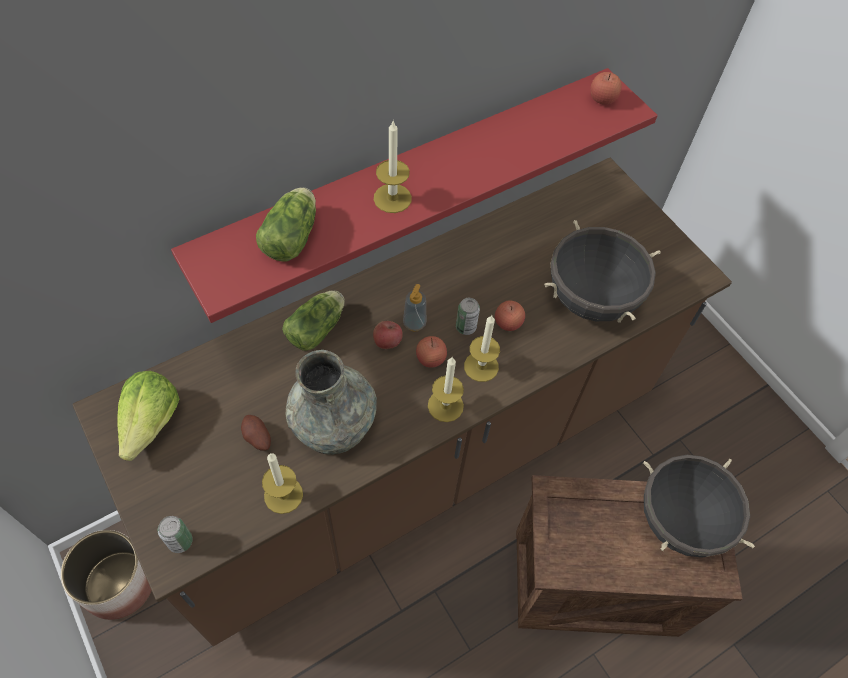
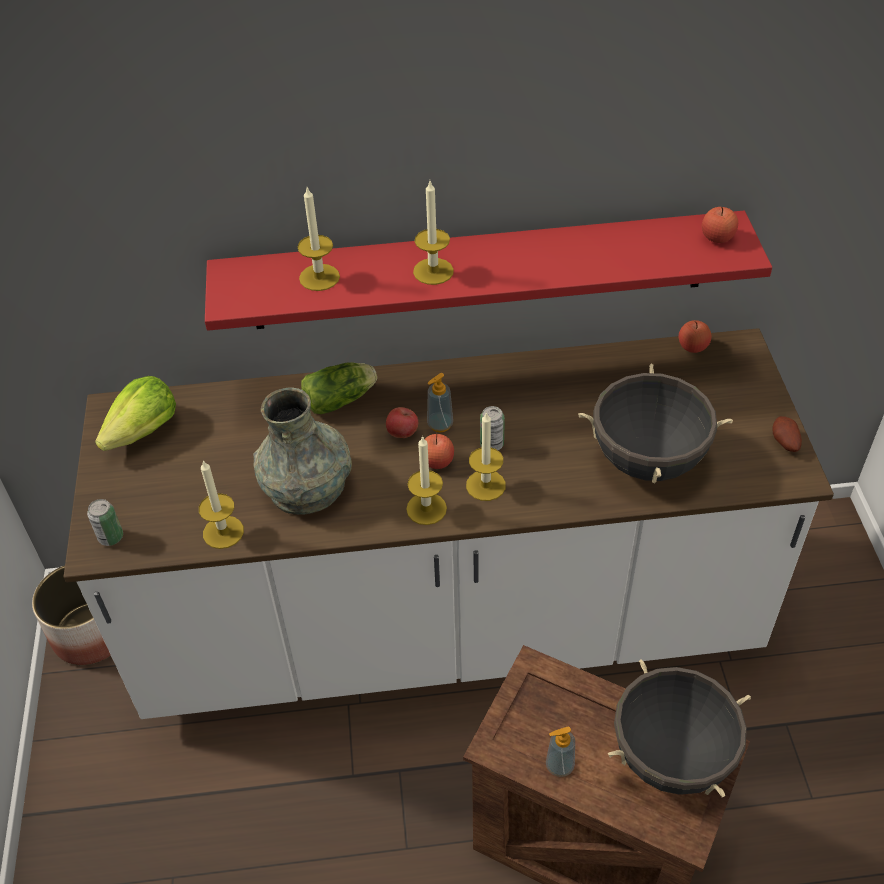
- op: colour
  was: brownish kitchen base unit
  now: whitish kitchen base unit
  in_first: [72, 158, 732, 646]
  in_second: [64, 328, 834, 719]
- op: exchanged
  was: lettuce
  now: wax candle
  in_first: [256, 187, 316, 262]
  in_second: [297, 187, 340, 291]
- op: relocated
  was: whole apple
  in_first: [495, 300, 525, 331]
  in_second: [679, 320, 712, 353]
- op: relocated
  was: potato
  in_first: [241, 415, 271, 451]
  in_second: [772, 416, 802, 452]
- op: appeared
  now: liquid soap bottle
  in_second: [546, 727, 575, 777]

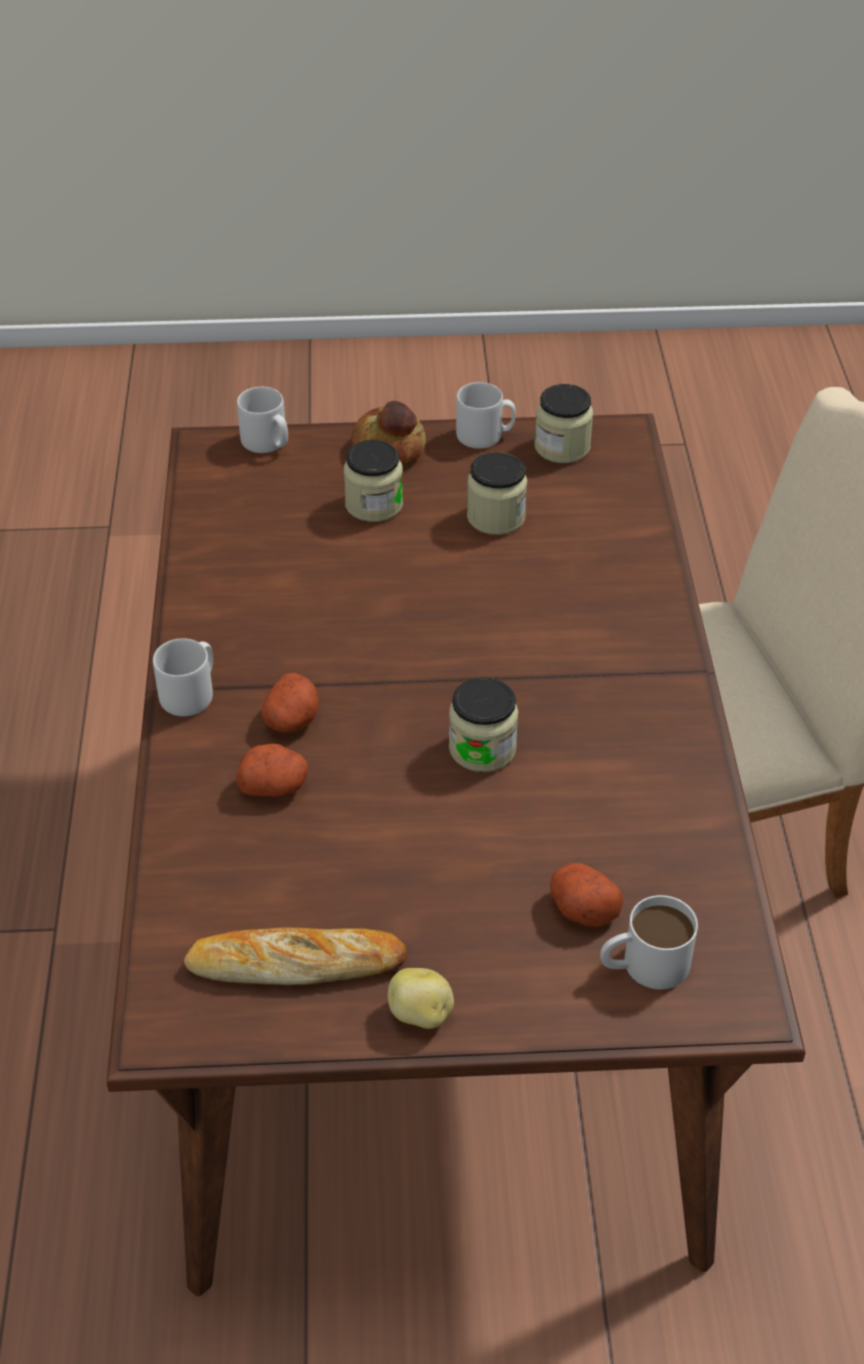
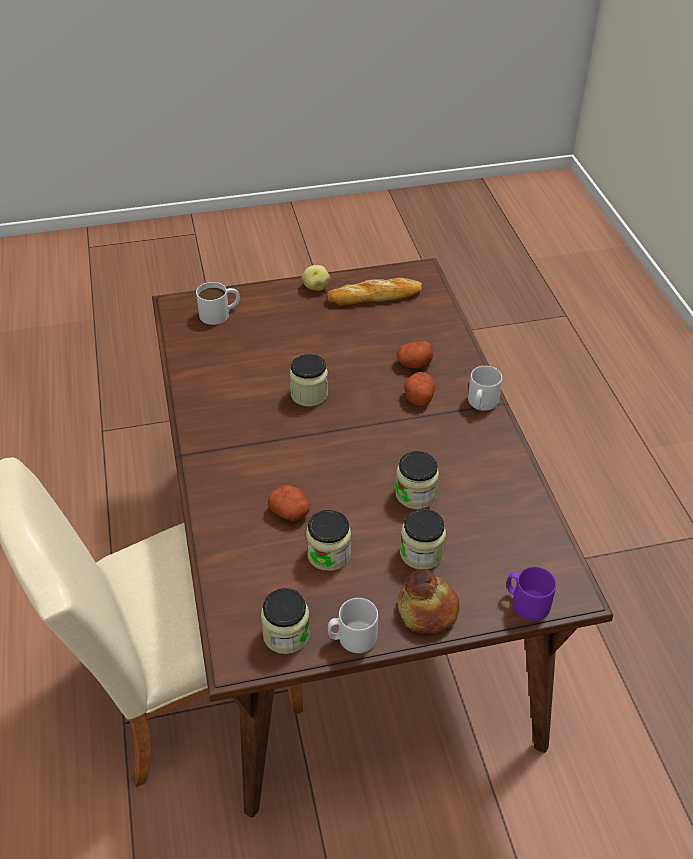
- op: colour
  was: greyish mug
  now: purplish mug
  in_first: [237, 387, 288, 453]
  in_second: [507, 567, 556, 621]
- op: relocated
  was: potato
  in_first: [550, 863, 623, 927]
  in_second: [268, 485, 310, 521]
- op: appeared
  now: preserve jar
  in_second: [395, 451, 439, 509]

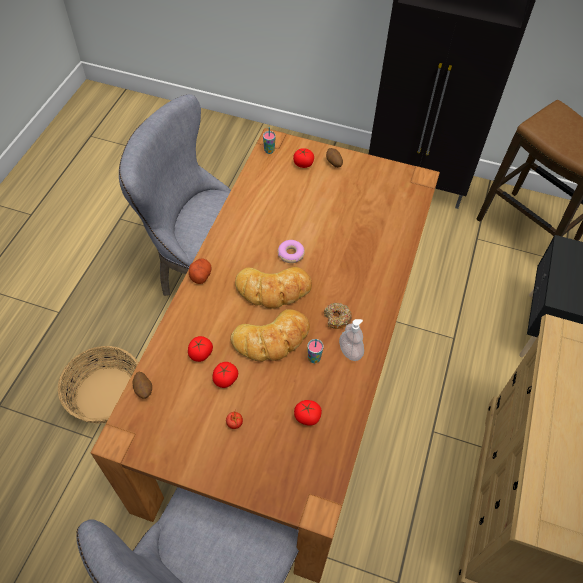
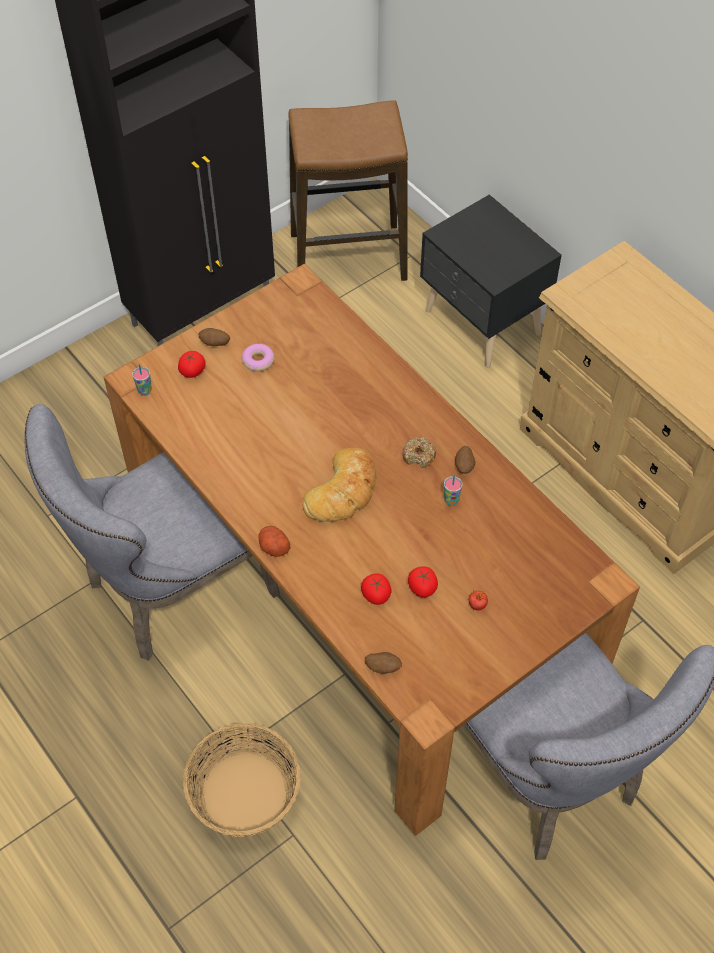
- op: relocated
  was: donut
  in_first: [278, 240, 305, 263]
  in_second: [241, 344, 274, 372]
- op: missing
  was: baked bread
  in_first: [230, 309, 310, 362]
- op: exchanged
  was: liquid soap bottle
  now: potato
  in_first: [339, 319, 364, 361]
  in_second: [455, 446, 475, 474]
- op: missing
  was: whole tomato
  in_first: [294, 400, 322, 426]

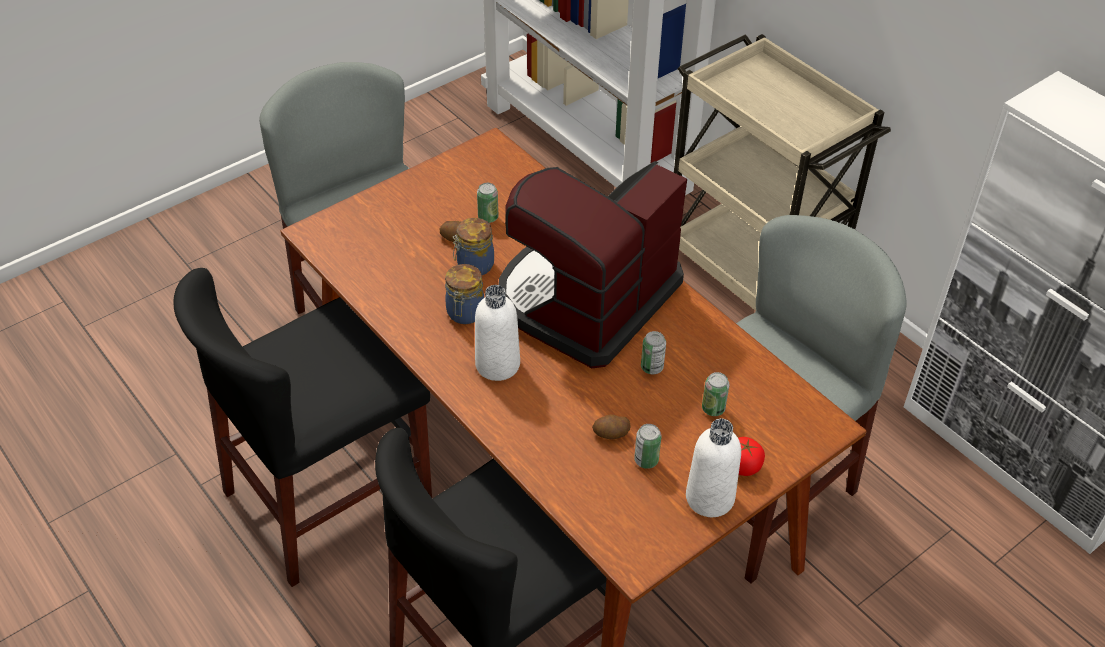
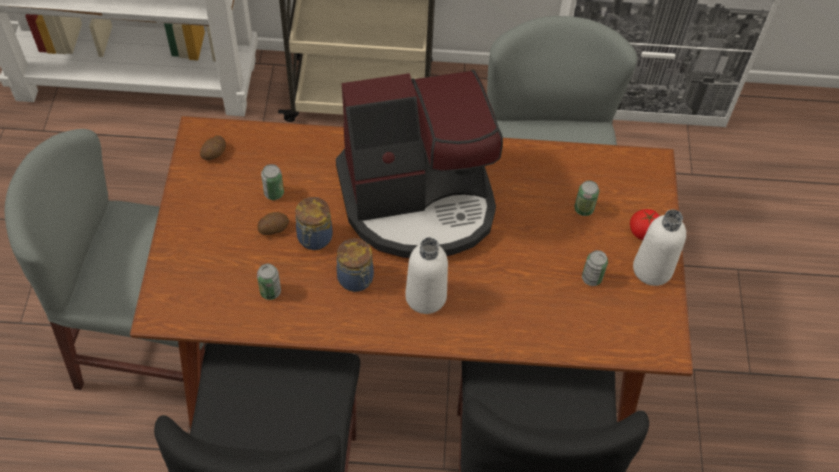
- op: spun
  was: coffee brewer
  in_first: [499, 161, 687, 368]
  in_second: [336, 70, 503, 258]
  clockwise: -90
- op: relocated
  was: metal can
  in_first: [641, 331, 666, 374]
  in_second: [257, 264, 281, 300]
- op: relocated
  was: potato
  in_first: [592, 415, 630, 439]
  in_second: [200, 135, 226, 160]

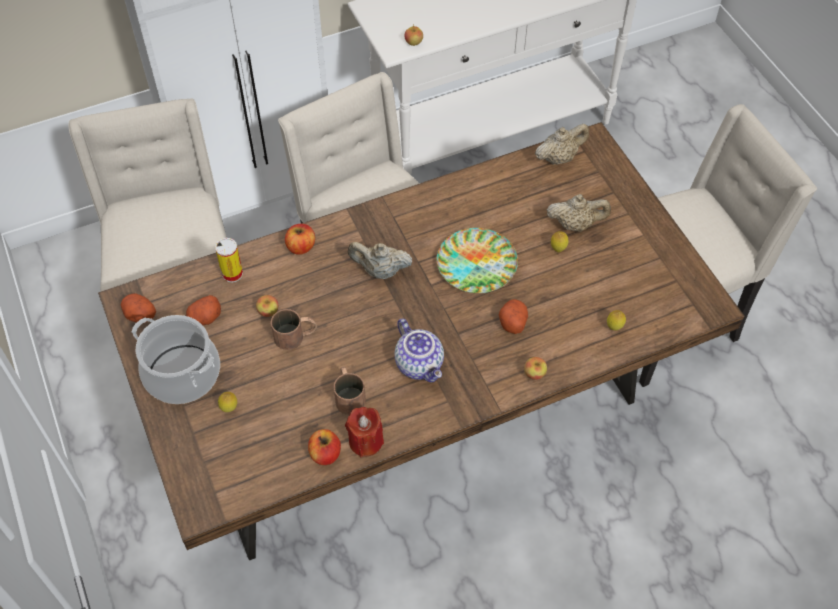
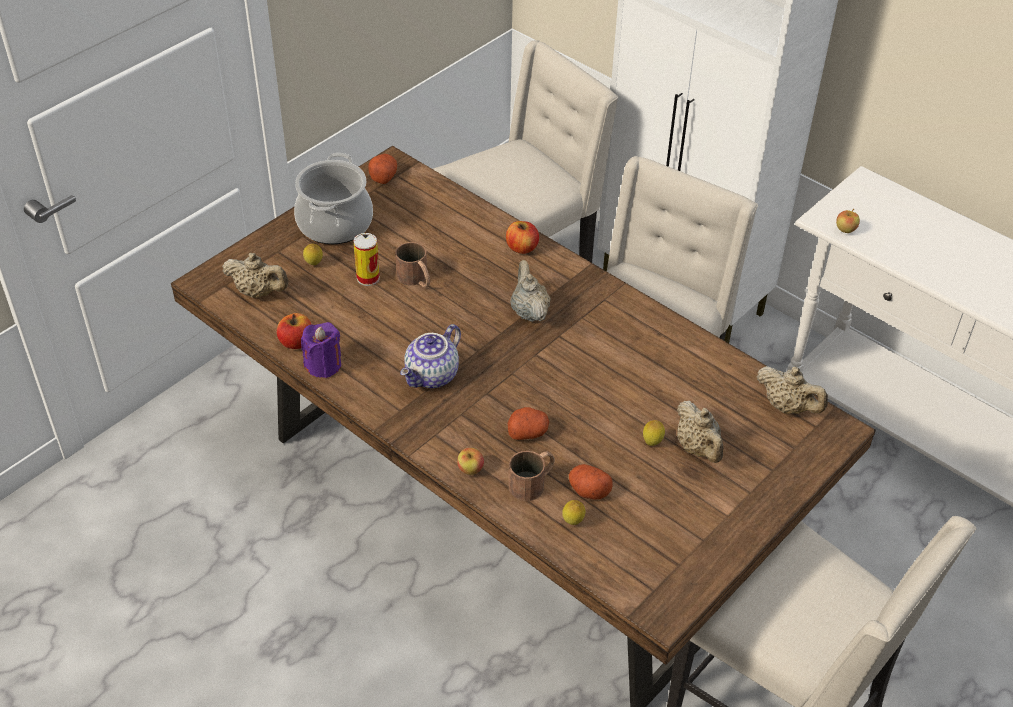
- op: missing
  was: plate
  in_first: [437, 228, 518, 293]
- op: relocated
  was: metal can
  in_first: [215, 238, 243, 283]
  in_second: [353, 233, 380, 286]
- op: relocated
  was: potato
  in_first: [186, 295, 221, 325]
  in_second: [569, 464, 612, 499]
- op: missing
  was: whole apple
  in_first: [256, 295, 278, 317]
- op: relocated
  was: brownish mug
  in_first: [334, 366, 366, 415]
  in_second: [508, 451, 555, 501]
- op: colour
  was: reddish wax candle
  now: purplish wax candle
  in_first: [345, 407, 384, 457]
  in_second: [301, 322, 341, 378]
- op: appeared
  now: beige-coloured tea pot
  in_second: [222, 253, 288, 298]

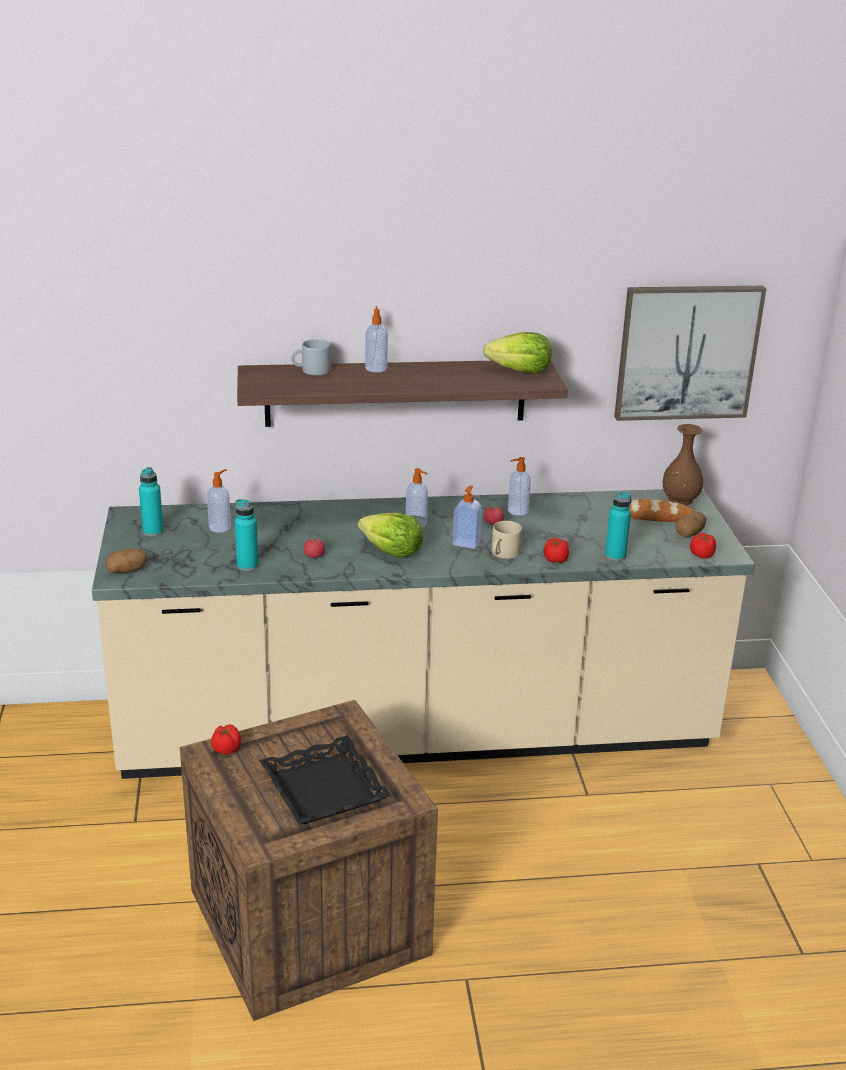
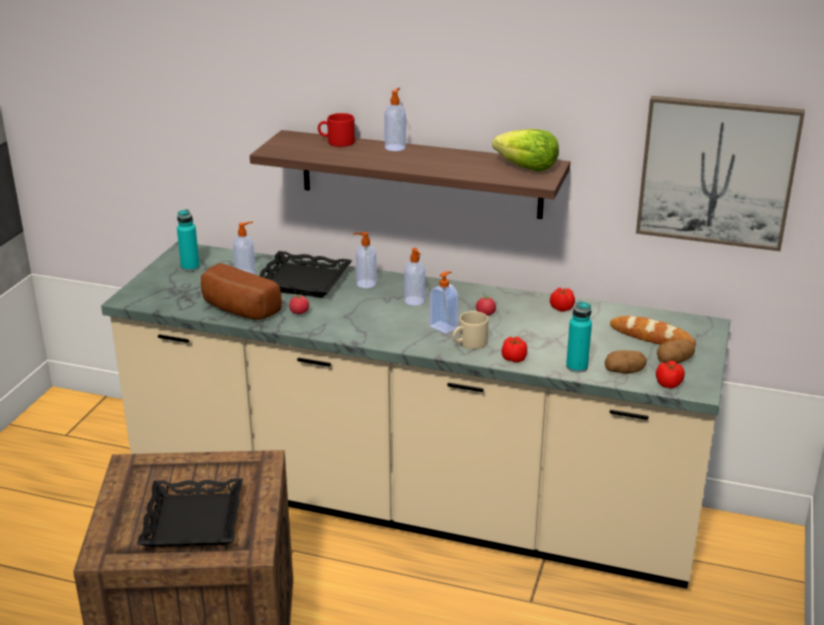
- op: colour
  was: greyish mug
  now: reddish mug
  in_first: [291, 339, 331, 375]
  in_second: [318, 113, 355, 147]
- op: missing
  was: brownish flower vase
  in_first: [663, 424, 703, 505]
- op: relocated
  was: liquid soap bottle
  in_first: [508, 457, 531, 516]
  in_second: [353, 232, 377, 288]
- op: exchanged
  was: turquoise drink bottle
  now: baked bread
  in_first: [235, 499, 259, 571]
  in_second: [201, 263, 282, 320]
- op: missing
  was: lettuce
  in_first: [358, 513, 423, 558]
- op: relocated
  was: potato
  in_first: [105, 548, 147, 573]
  in_second: [605, 350, 646, 374]
- op: relocated
  was: whole tomato
  in_first: [211, 724, 241, 755]
  in_second: [550, 288, 575, 311]
- op: appeared
  now: blackish serving tray
  in_second: [260, 251, 352, 298]

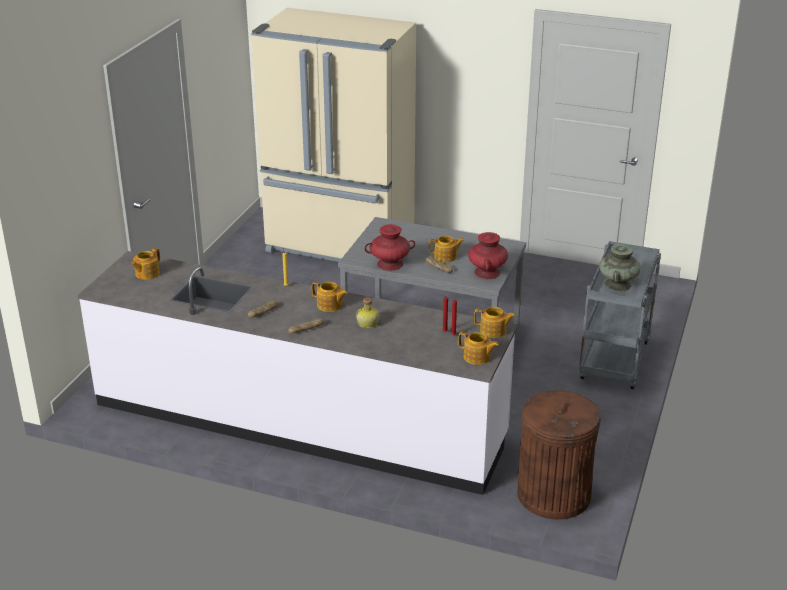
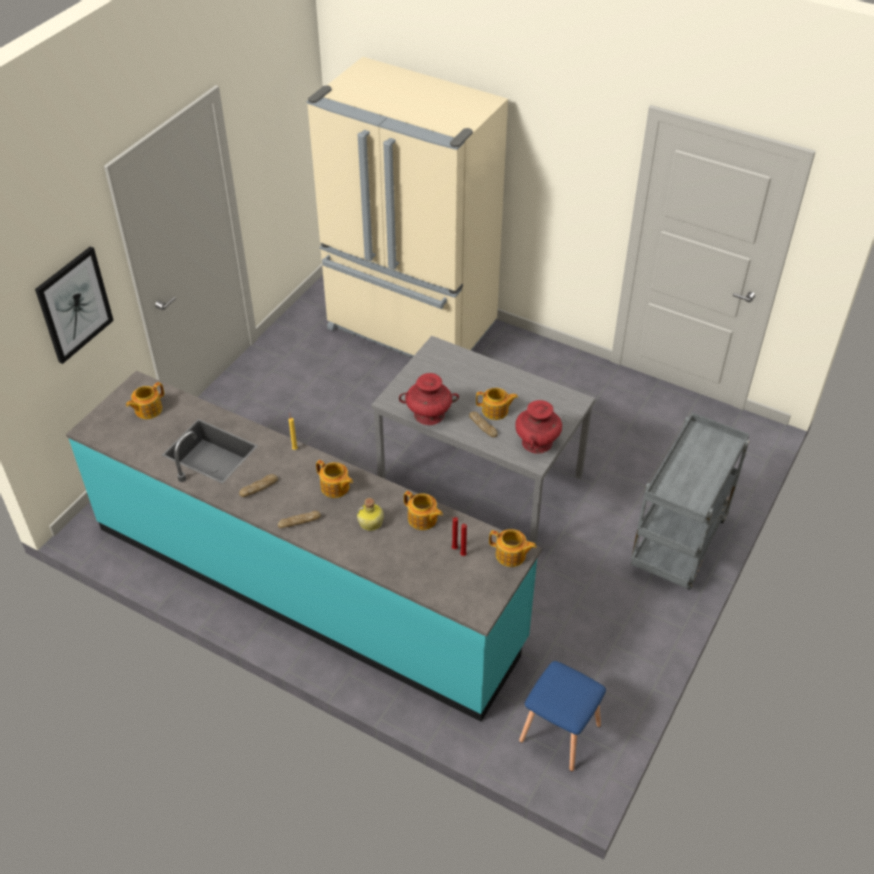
- op: missing
  was: turquoise flower vase
  in_first: [600, 244, 641, 292]
- op: colour
  was: whitish kitchen base unit
  now: turquoise kitchen base unit
  in_first: [78, 251, 518, 495]
  in_second: [66, 371, 542, 722]
- op: relocated
  was: tea pot
  in_first: [458, 332, 499, 365]
  in_second: [404, 491, 443, 530]
- op: exchanged
  was: brownish waste bin
  now: bluish stool
  in_first: [517, 390, 601, 519]
  in_second: [519, 661, 606, 771]
- op: appeared
  now: wall picture
  in_second: [35, 246, 114, 364]

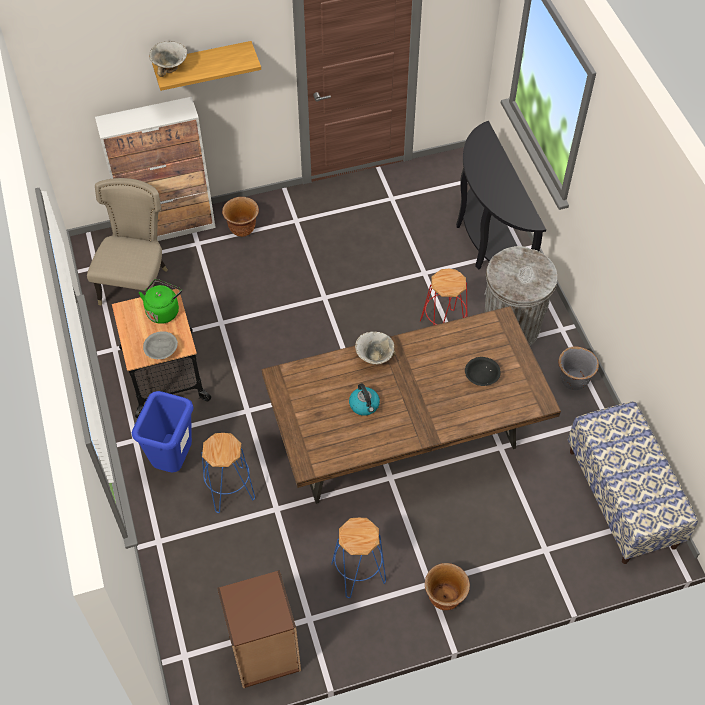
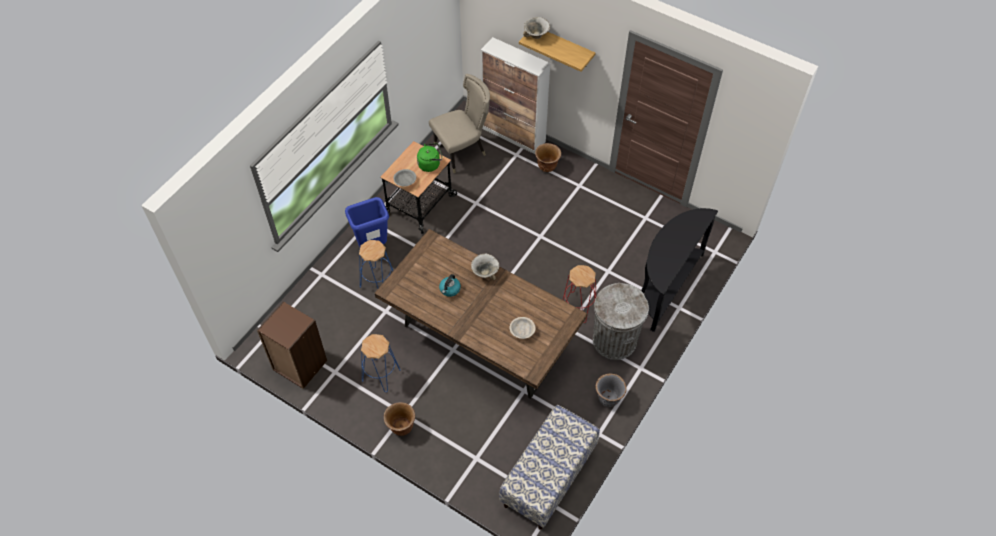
- op: colour
  was: blackish deep dish
  now: beige-coloured deep dish
  in_first: [465, 357, 501, 386]
  in_second: [510, 317, 536, 339]

